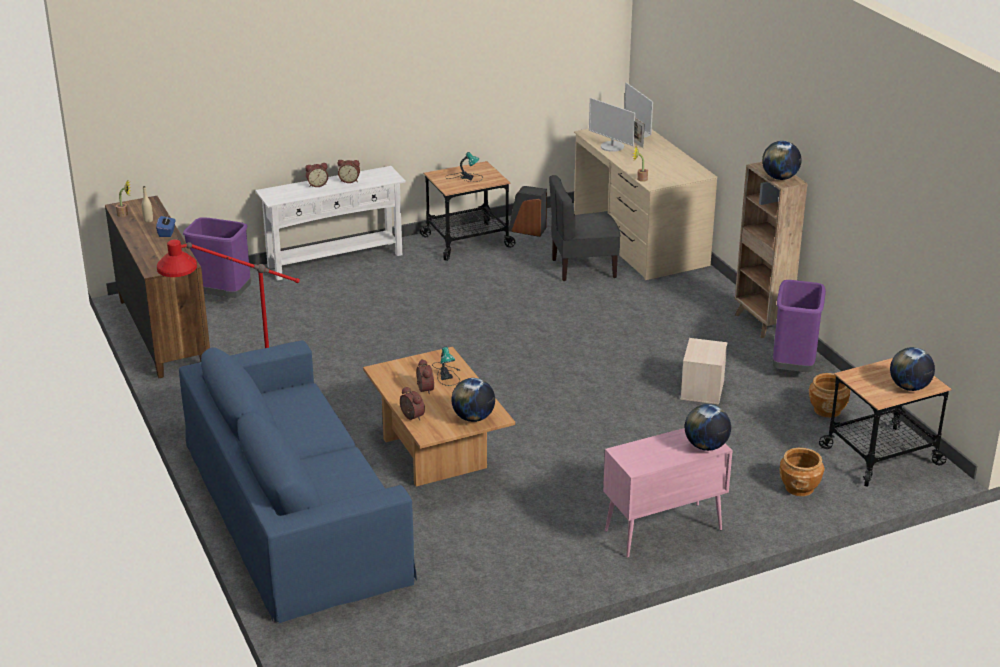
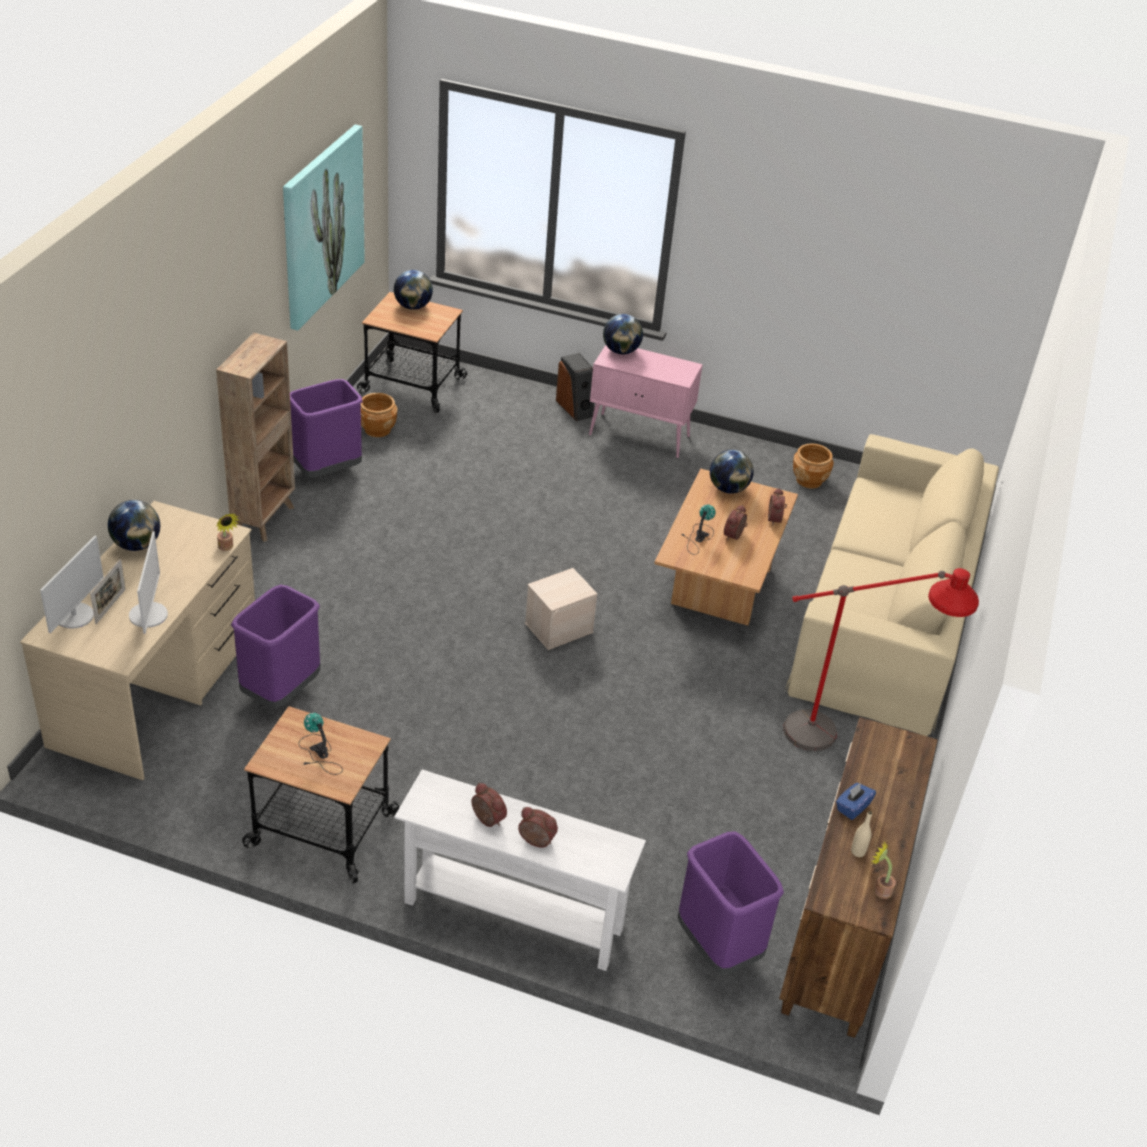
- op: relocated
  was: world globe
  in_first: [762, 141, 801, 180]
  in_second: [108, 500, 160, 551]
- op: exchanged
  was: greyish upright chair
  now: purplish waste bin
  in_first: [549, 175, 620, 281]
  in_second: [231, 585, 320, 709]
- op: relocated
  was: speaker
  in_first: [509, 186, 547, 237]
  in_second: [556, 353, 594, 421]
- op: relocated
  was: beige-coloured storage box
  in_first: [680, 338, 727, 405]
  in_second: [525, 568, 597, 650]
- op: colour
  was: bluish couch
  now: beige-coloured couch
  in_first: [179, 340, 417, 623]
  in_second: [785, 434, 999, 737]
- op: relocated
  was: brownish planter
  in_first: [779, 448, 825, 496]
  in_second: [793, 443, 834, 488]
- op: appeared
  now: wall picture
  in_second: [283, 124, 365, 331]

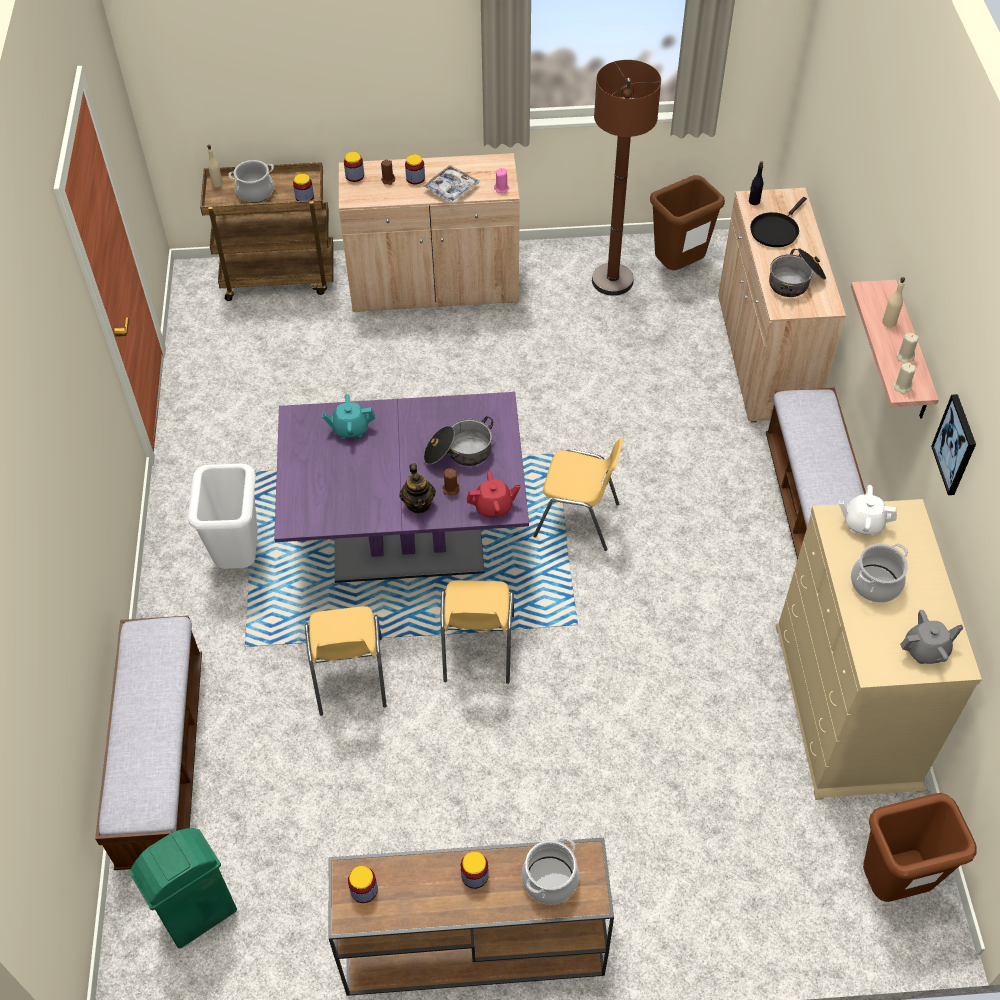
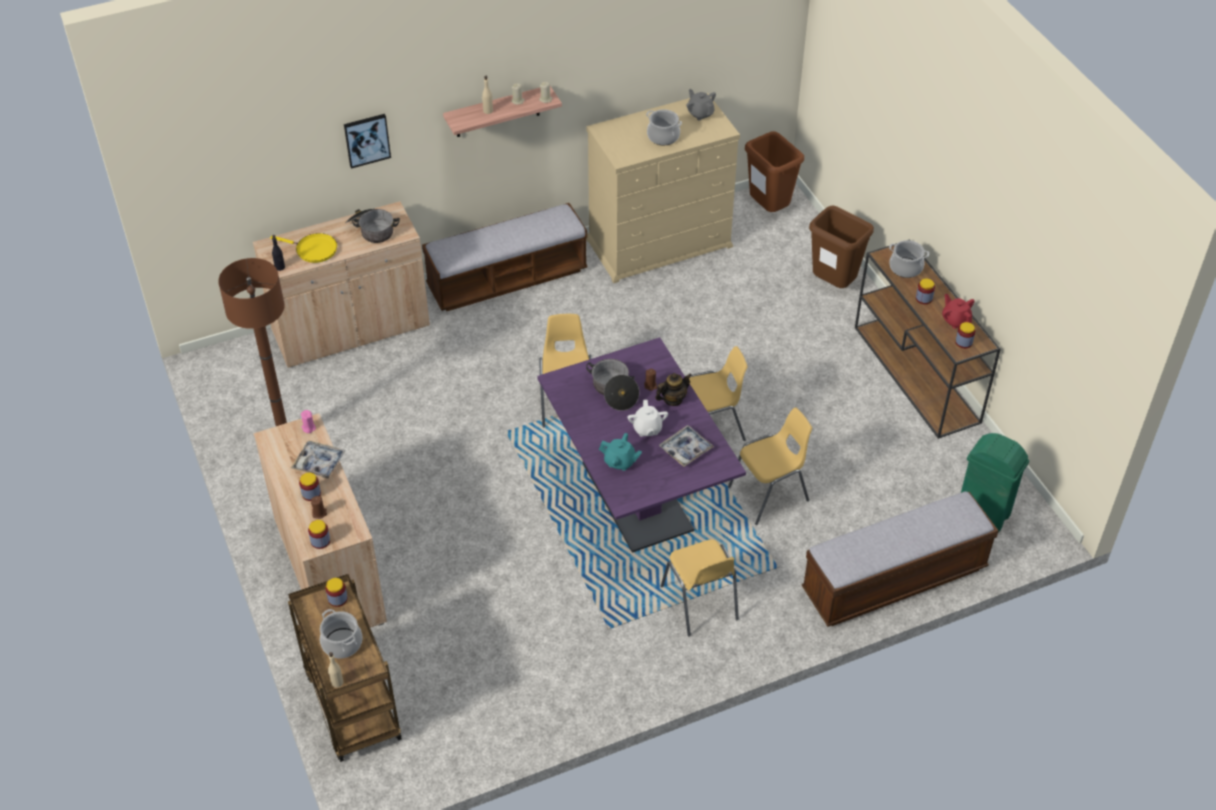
- op: relocated
  was: brownish waste bin
  in_first: [650, 175, 725, 270]
  in_second: [809, 206, 874, 288]
- op: colour
  was: blackish skillet
  now: yellowish skillet
  in_first: [750, 197, 807, 247]
  in_second: [270, 233, 337, 263]
- op: spun
  was: turquoise tea pot
  in_first: [322, 394, 375, 439]
  in_second: [599, 433, 642, 471]
  clockwise: -45
- op: relocated
  was: wall picture
  in_first: [931, 394, 976, 495]
  in_second: [344, 114, 391, 169]
- op: exchanged
  was: whitish waste bin
  now: yellowish upright chair
  in_first: [188, 464, 258, 569]
  in_second: [661, 539, 739, 637]
- op: relocated
  was: reddish tea pot
  in_first: [466, 471, 521, 518]
  in_second: [942, 293, 975, 329]
- op: relocated
  was: whitish tea pot
  in_first: [839, 485, 897, 535]
  in_second: [628, 400, 668, 437]
- op: appeared
  now: serving tray
  in_second: [659, 425, 714, 467]

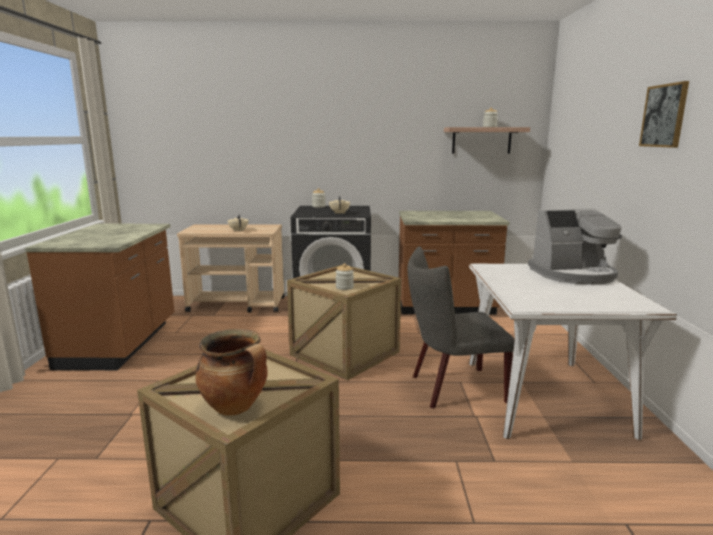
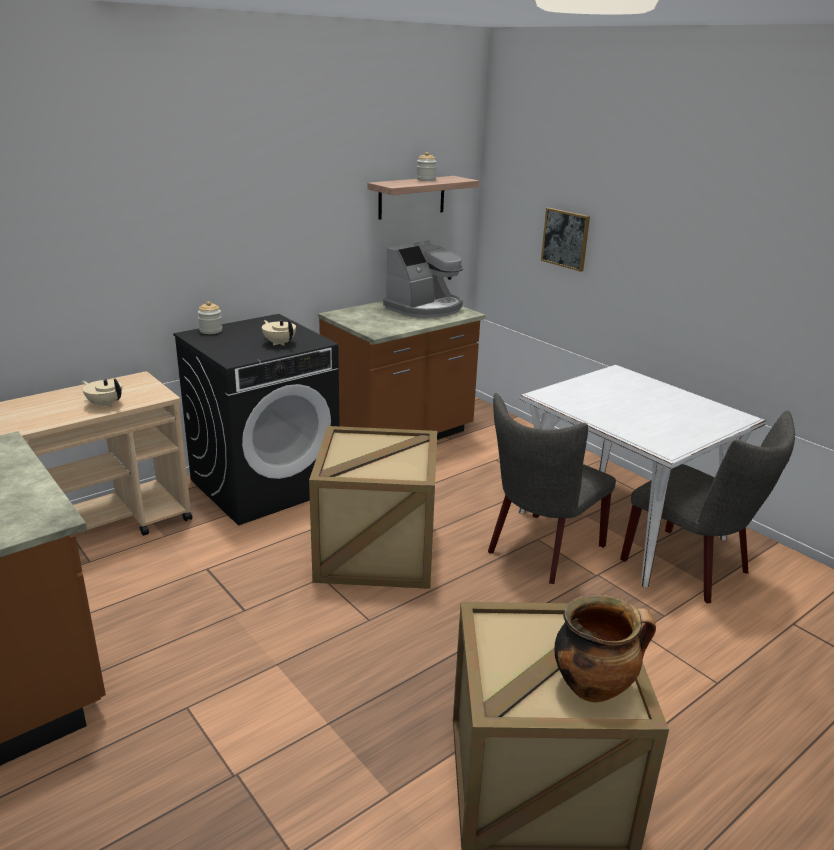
- op: relocated
  was: wall picture
  in_first: [639, 81, 689, 148]
  in_second: [541, 208, 590, 272]
- op: relocated
  was: coffee brewer
  in_first: [528, 208, 622, 285]
  in_second: [383, 240, 463, 318]
- op: missing
  was: preserve jar
  in_first: [336, 264, 354, 290]
- op: appeared
  now: greyish upright chair
  in_second: [620, 411, 795, 603]

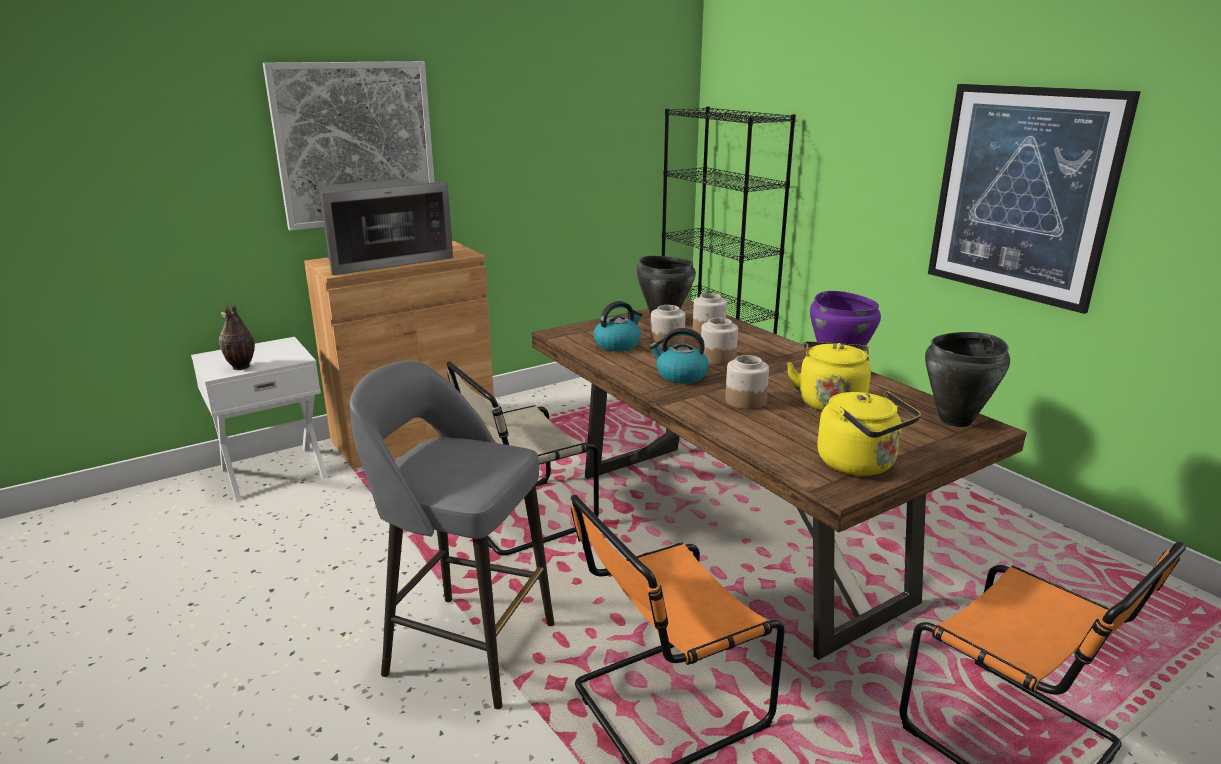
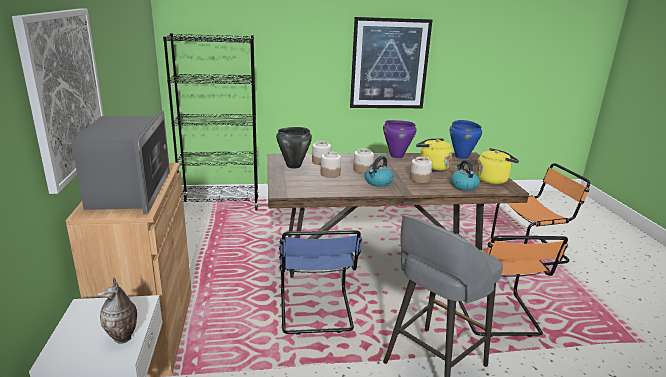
- op: relocated
  was: tea kettle
  in_first: [594, 301, 643, 351]
  in_second: [450, 160, 480, 191]
- op: colour
  was: blackish cooking pot
  now: bluish cooking pot
  in_first: [925, 332, 1010, 427]
  in_second: [450, 120, 482, 159]
- op: colour
  was: beige-coloured upright chair
  now: bluish upright chair
  in_first: [447, 361, 599, 556]
  in_second: [279, 230, 362, 335]

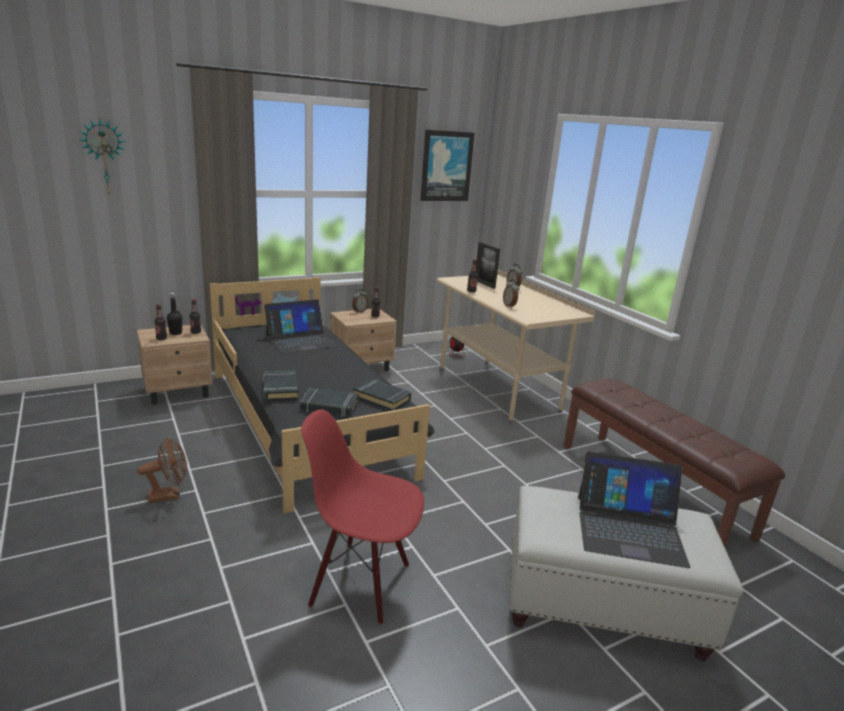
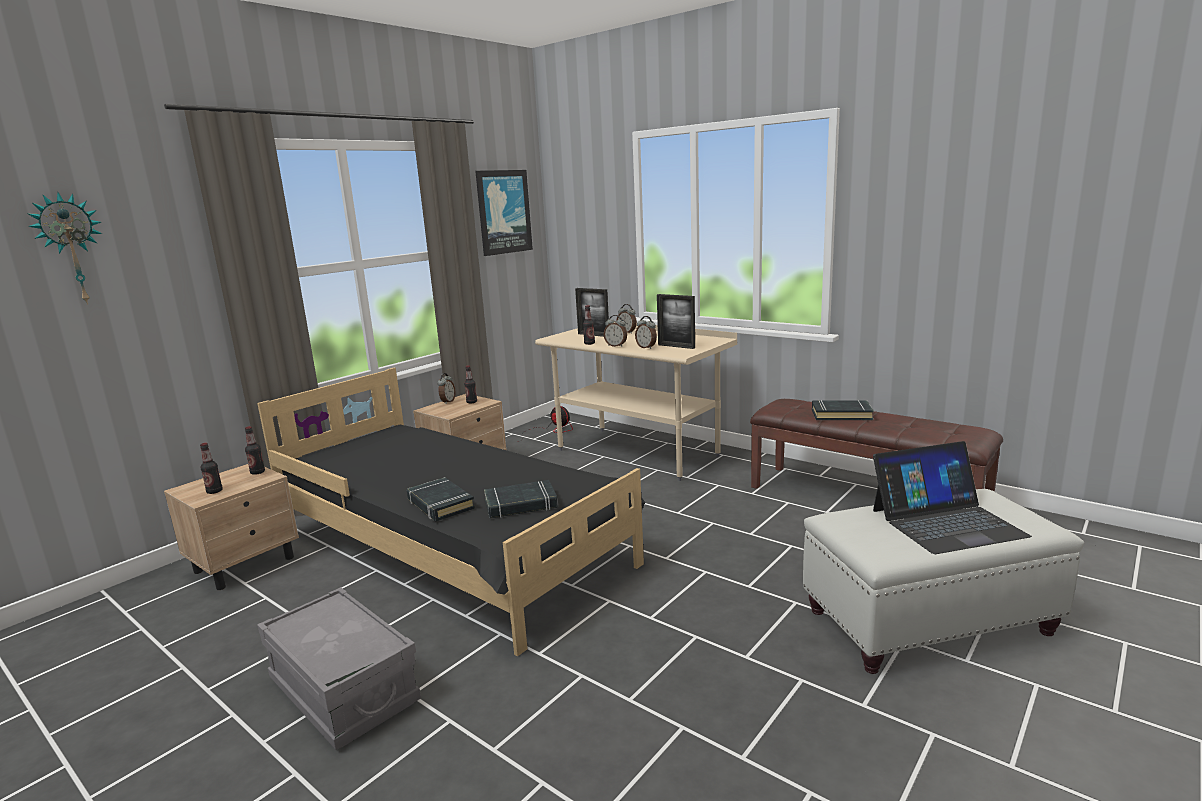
- op: missing
  was: blackish drink bottle
  in_first: [167, 293, 182, 335]
- op: missing
  was: notebook computer
  in_first: [264, 299, 337, 354]
- op: relocated
  was: blackish book
  in_first: [353, 379, 411, 411]
  in_second: [812, 400, 874, 420]
- op: missing
  was: reddish upright chair
  in_first: [301, 409, 424, 624]
- op: exchanged
  was: brownish cooling fan
  now: greyish storage box
  in_first: [137, 437, 187, 503]
  in_second: [257, 587, 421, 750]
- op: appeared
  now: standing frame
  in_second: [657, 294, 695, 349]
- op: appeared
  now: alarm clock
  in_second: [604, 315, 627, 347]

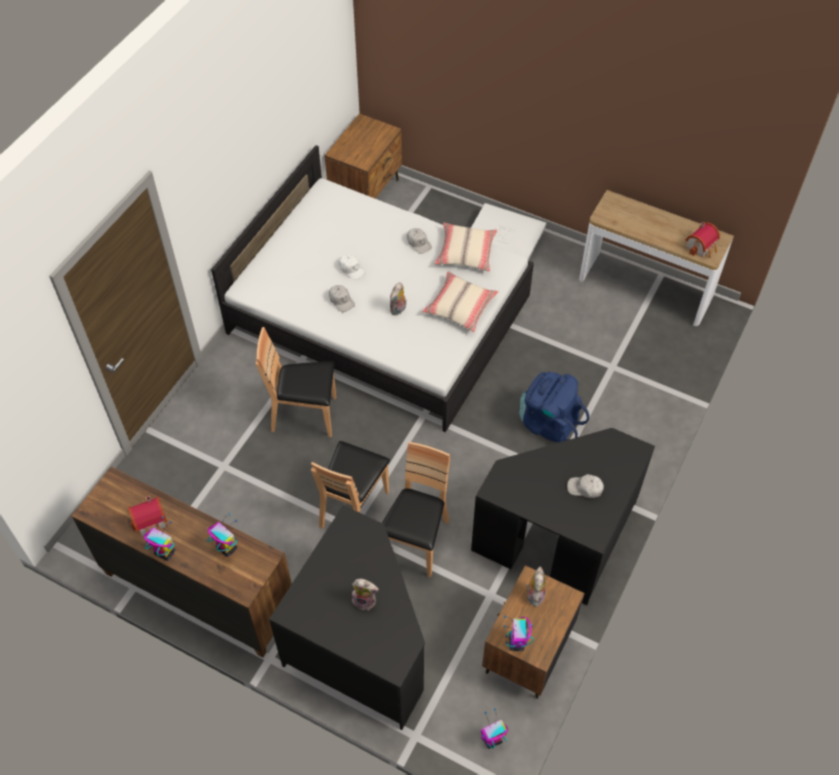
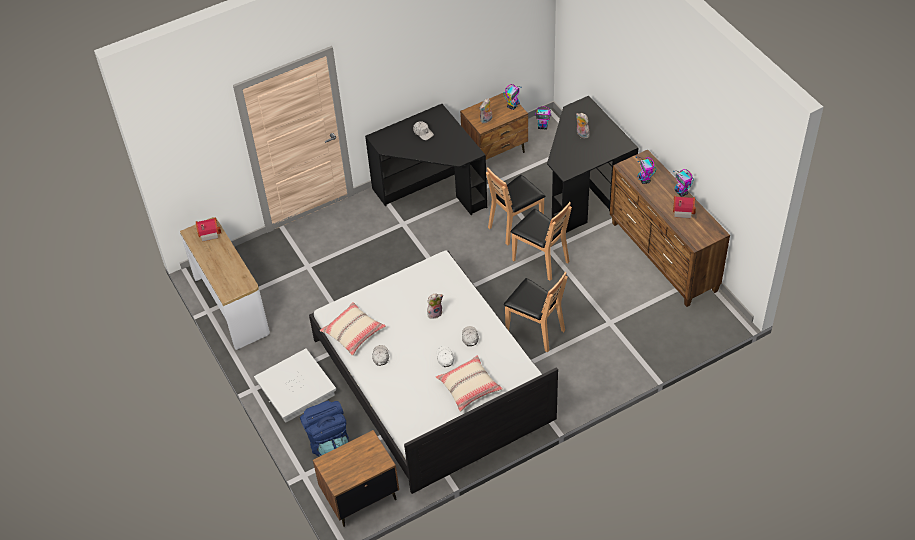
- op: relocated
  was: beige-coloured throw pillow
  in_first: [422, 272, 499, 332]
  in_second: [436, 356, 503, 412]
- op: relocated
  was: bluish backpack
  in_first: [519, 372, 589, 443]
  in_second: [300, 401, 349, 457]
- op: spun
  was: brownish upright chair
  in_first: [311, 441, 390, 529]
  in_second: [511, 202, 572, 281]
  clockwise: 75

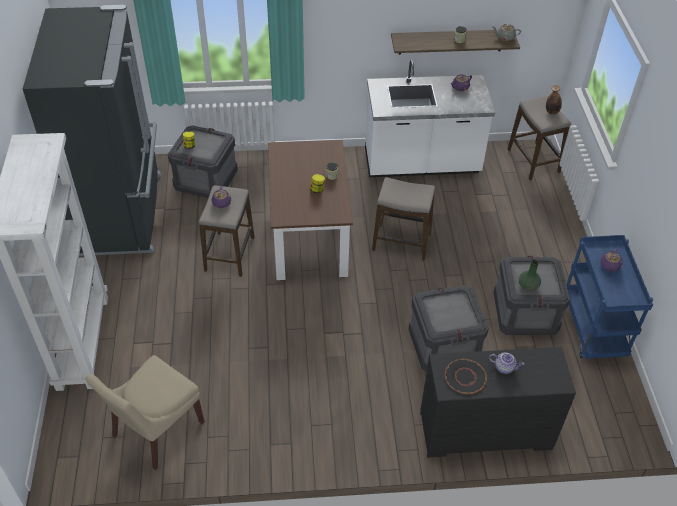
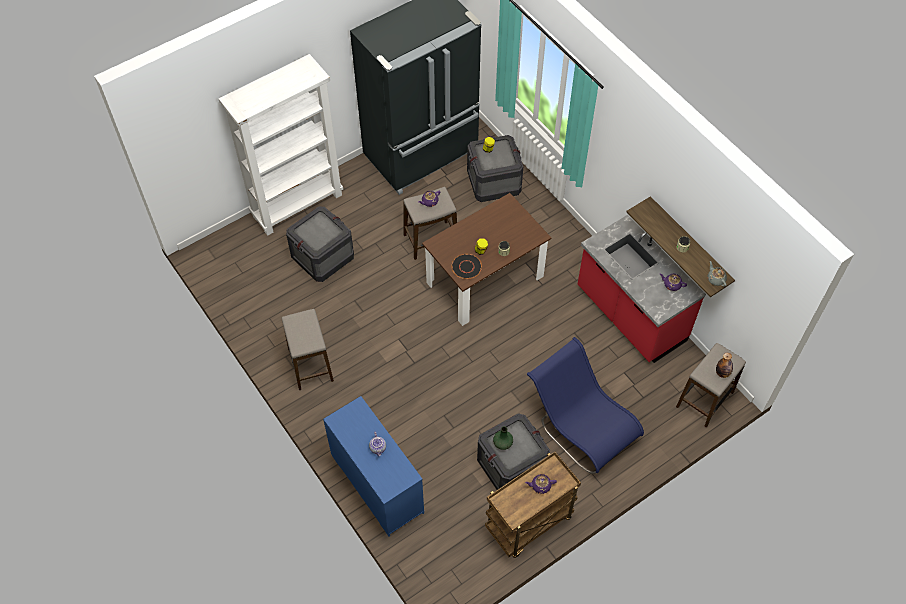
- op: colour
  was: whitish kitchen base unit
  now: reddish kitchen base unit
  in_first: [365, 60, 495, 177]
  in_second: [578, 215, 706, 363]
- op: relocated
  was: stool
  in_first: [372, 177, 435, 260]
  in_second: [281, 309, 334, 390]
- op: colour
  was: bluish wheeled cart
  now: brownish wheeled cart
  in_first: [567, 235, 653, 359]
  in_second: [485, 451, 581, 558]
- op: relocated
  was: shipping crate
  in_first: [408, 285, 489, 372]
  in_second: [286, 206, 354, 282]
- op: colour
  was: blackish dresser
  now: bluish dresser
  in_first: [420, 347, 576, 458]
  in_second: [323, 396, 424, 537]
- op: missing
  was: beige-coloured upright chair
  in_first: [86, 355, 205, 470]
- op: relocated
  was: blackish plate
  in_first: [445, 359, 487, 394]
  in_second: [452, 254, 482, 279]
- op: appeared
  now: bluish upright chair
  in_second: [527, 337, 644, 474]

